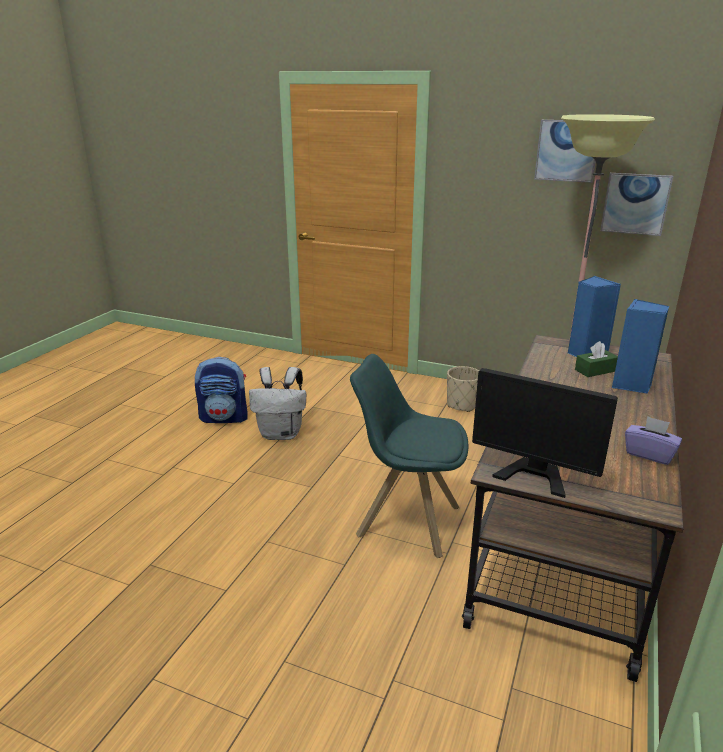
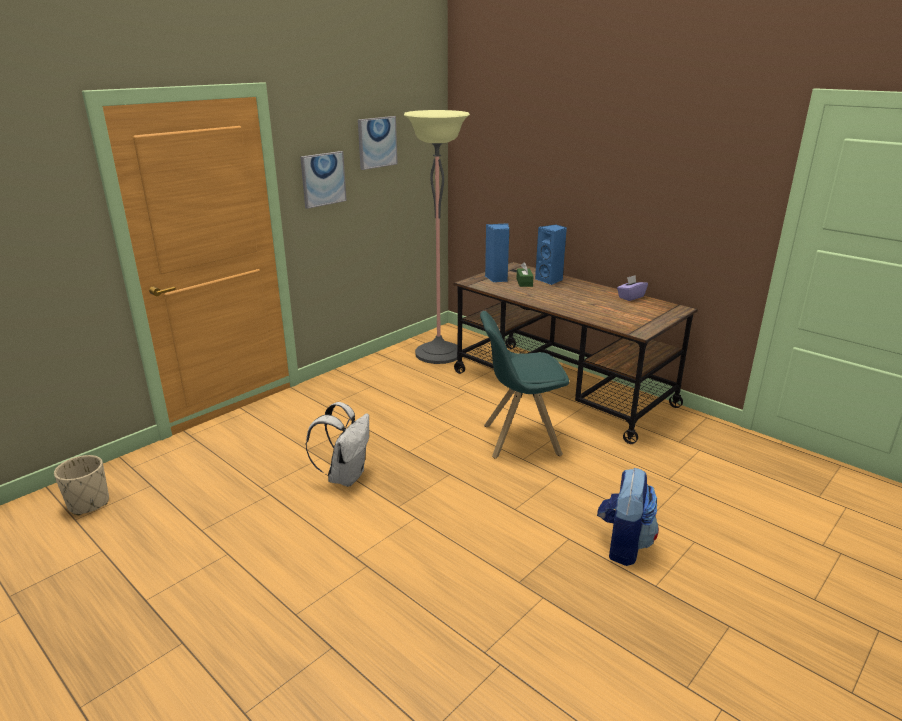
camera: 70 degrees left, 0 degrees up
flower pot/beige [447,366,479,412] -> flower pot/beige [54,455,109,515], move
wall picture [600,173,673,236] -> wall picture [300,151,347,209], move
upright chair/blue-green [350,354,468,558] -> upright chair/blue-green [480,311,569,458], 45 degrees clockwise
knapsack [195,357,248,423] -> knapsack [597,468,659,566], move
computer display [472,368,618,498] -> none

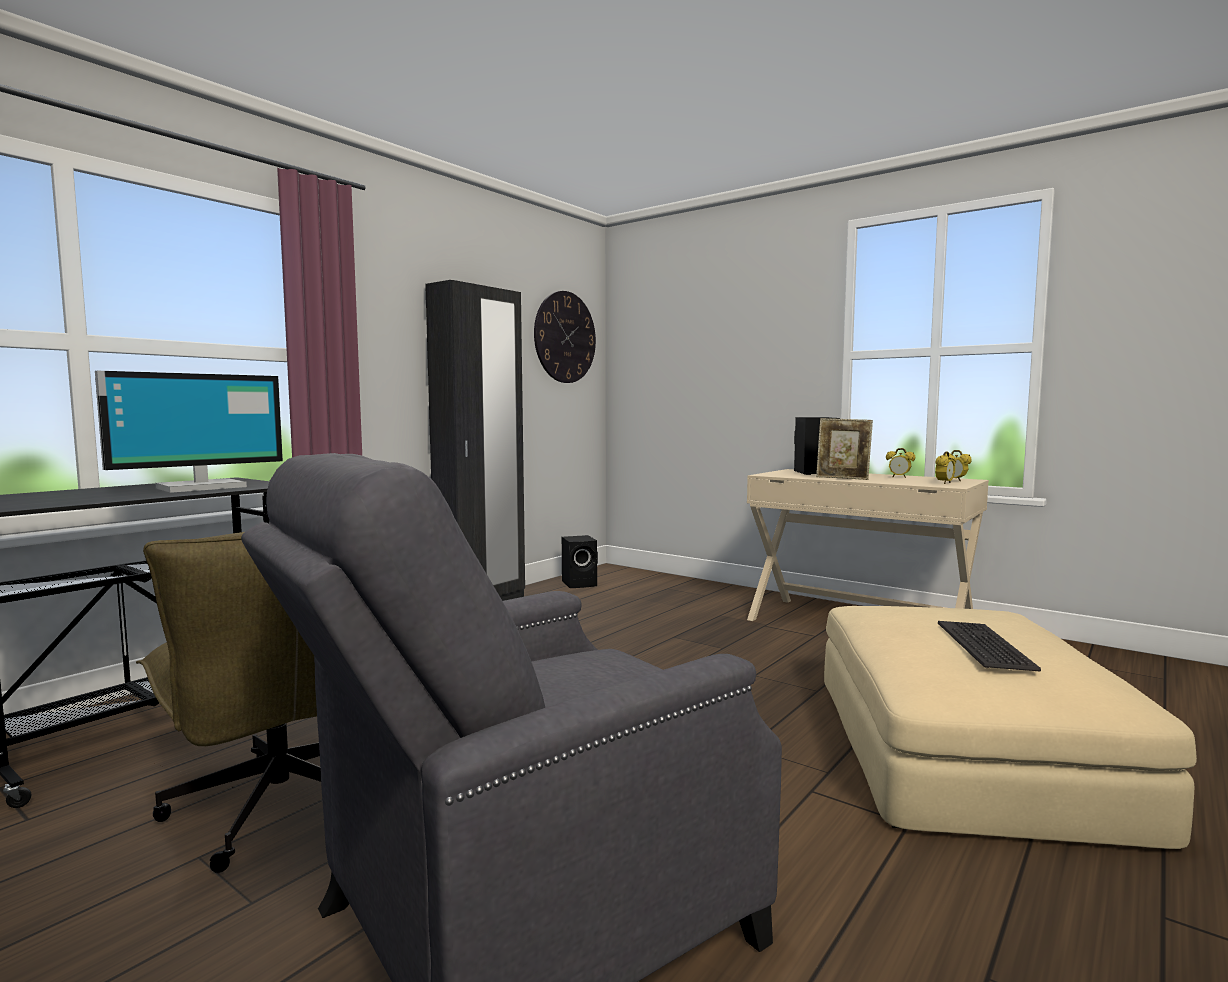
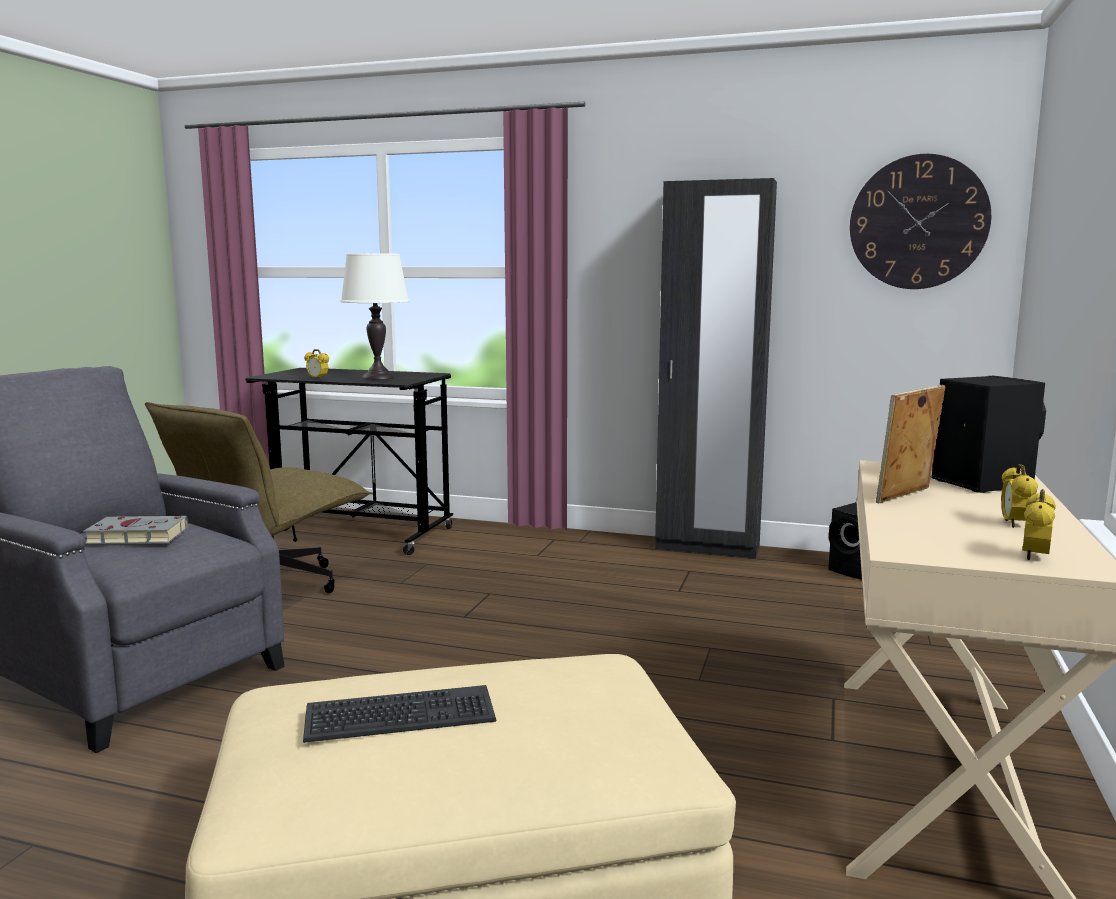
camera: 70 degrees right, 5 degrees up
none -> volume/grey [83,516,188,544]
bedside clock [935,451,956,484] -> bedside clock [304,349,329,380], move
computer display [95,371,283,493] -> lamp for a table/whitish [340,253,409,380]
picture frame [816,418,873,480] -> picture frame [876,385,945,503], 45 degrees clockwise

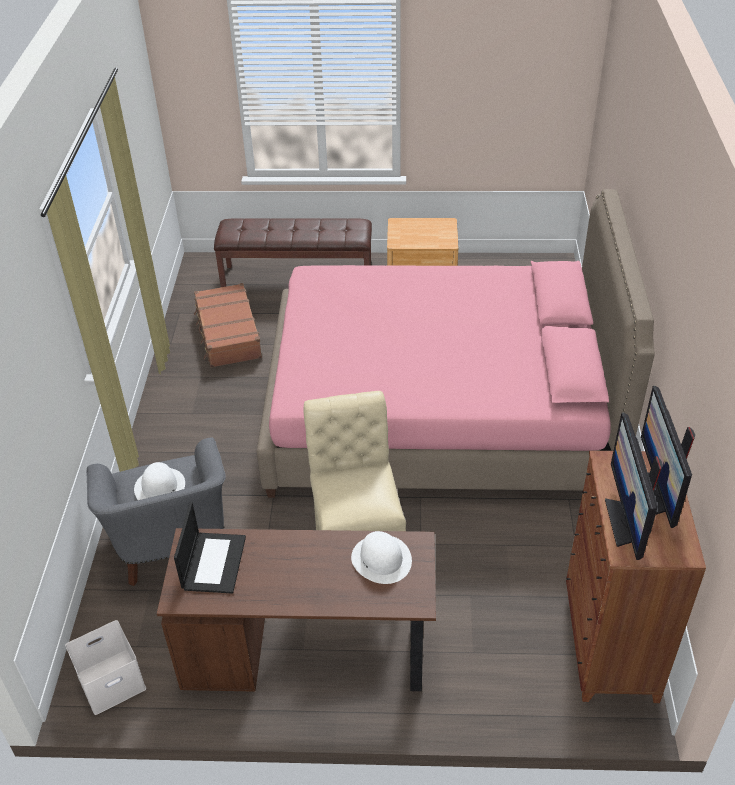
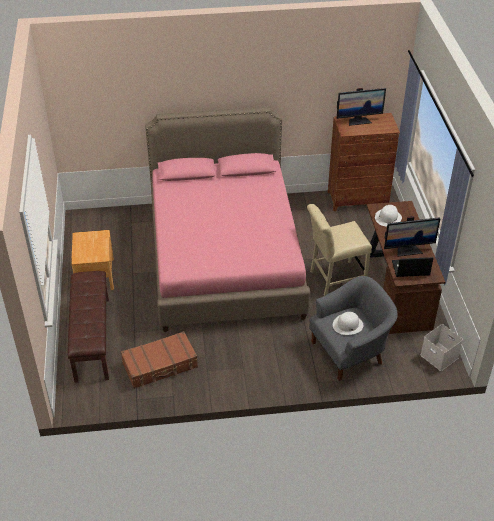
camera: 100 degrees left, 0 degrees up
computer display [605,413,663,560] -> computer display [384,216,441,256], move

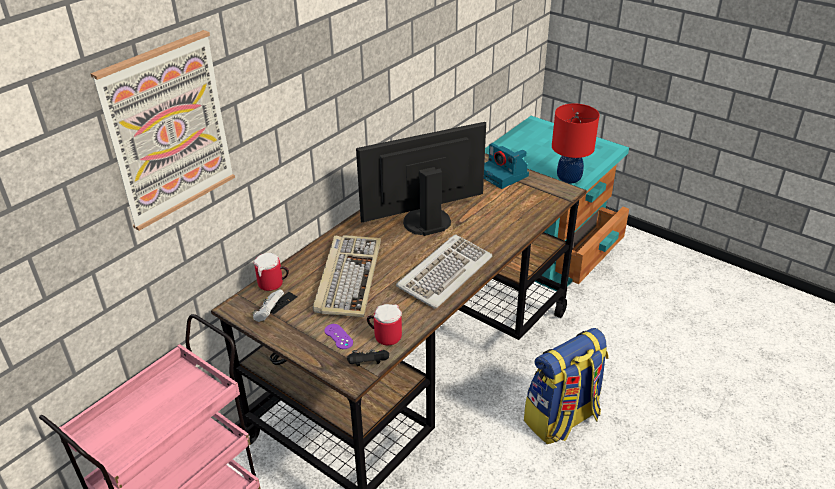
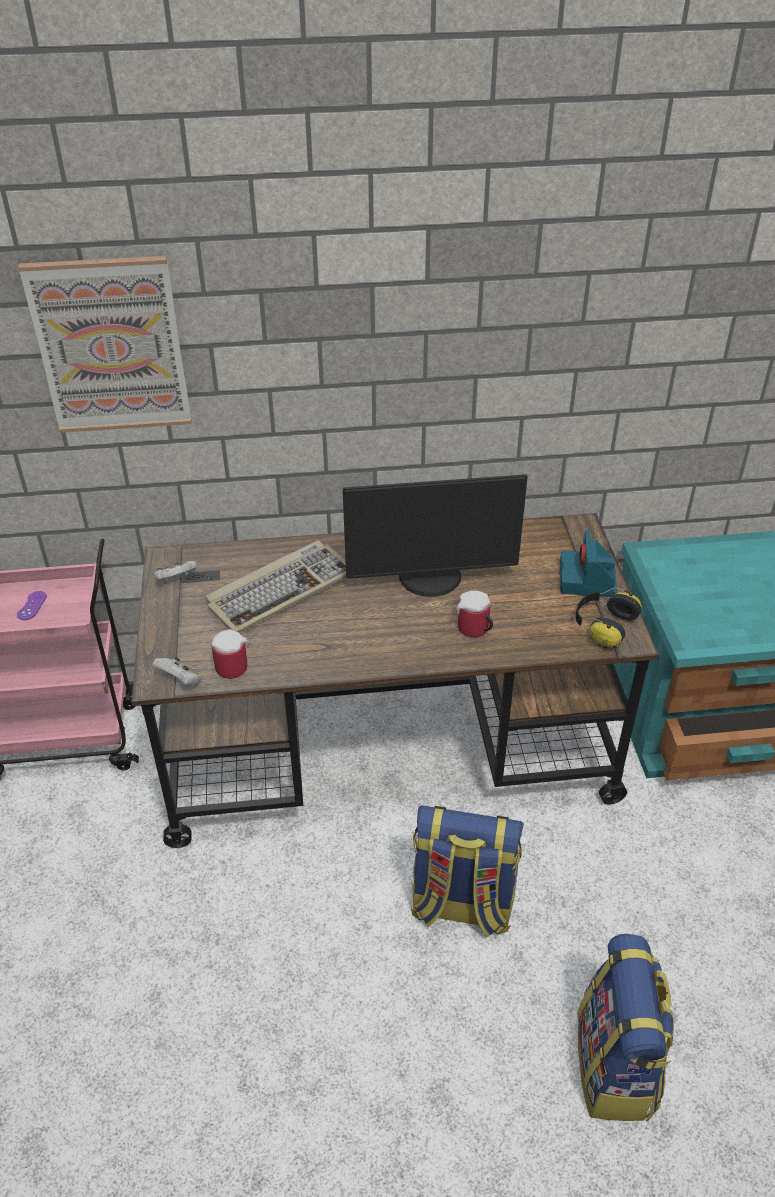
camera: 45 degrees right, 5 degrees up
joypad/purple-coloured [324,324,353,349] -> joypad/purple-coloured [17,591,47,620], move
joypad/black-coloured [347,350,389,366] -> joypad/whitish [153,657,201,686]
computer display [356,122,486,236] -> computer display [343,475,528,597], 150 degrees clockwise
mug [254,253,289,291] -> mug [456,590,493,637], move
none -> headset [576,587,642,648]
none -> knapsack [577,934,674,1121]
keyboard [396,234,492,309] -> none
lamp for a table/red [552,104,599,184] -> none

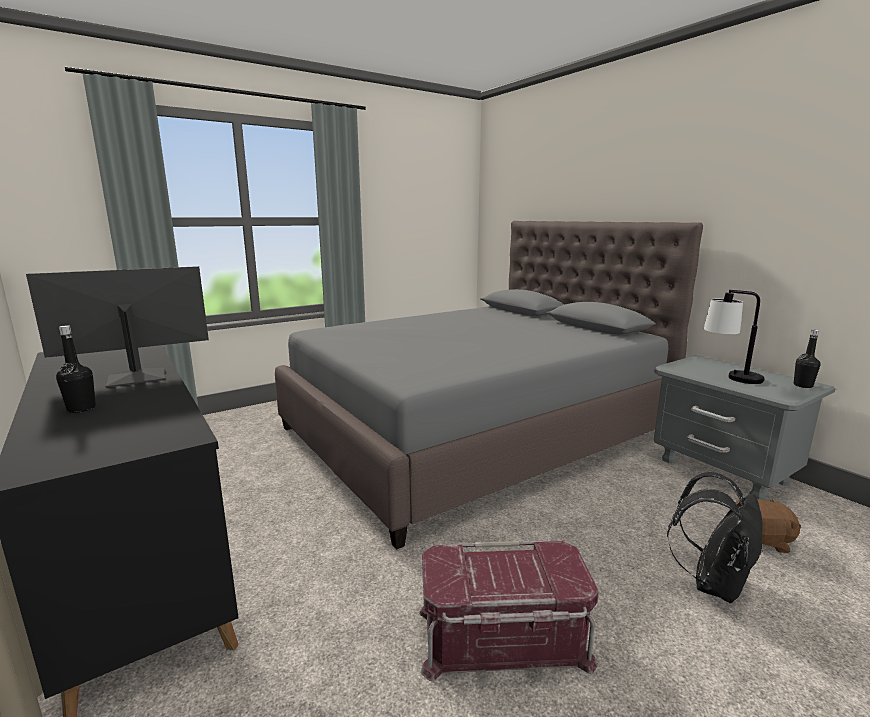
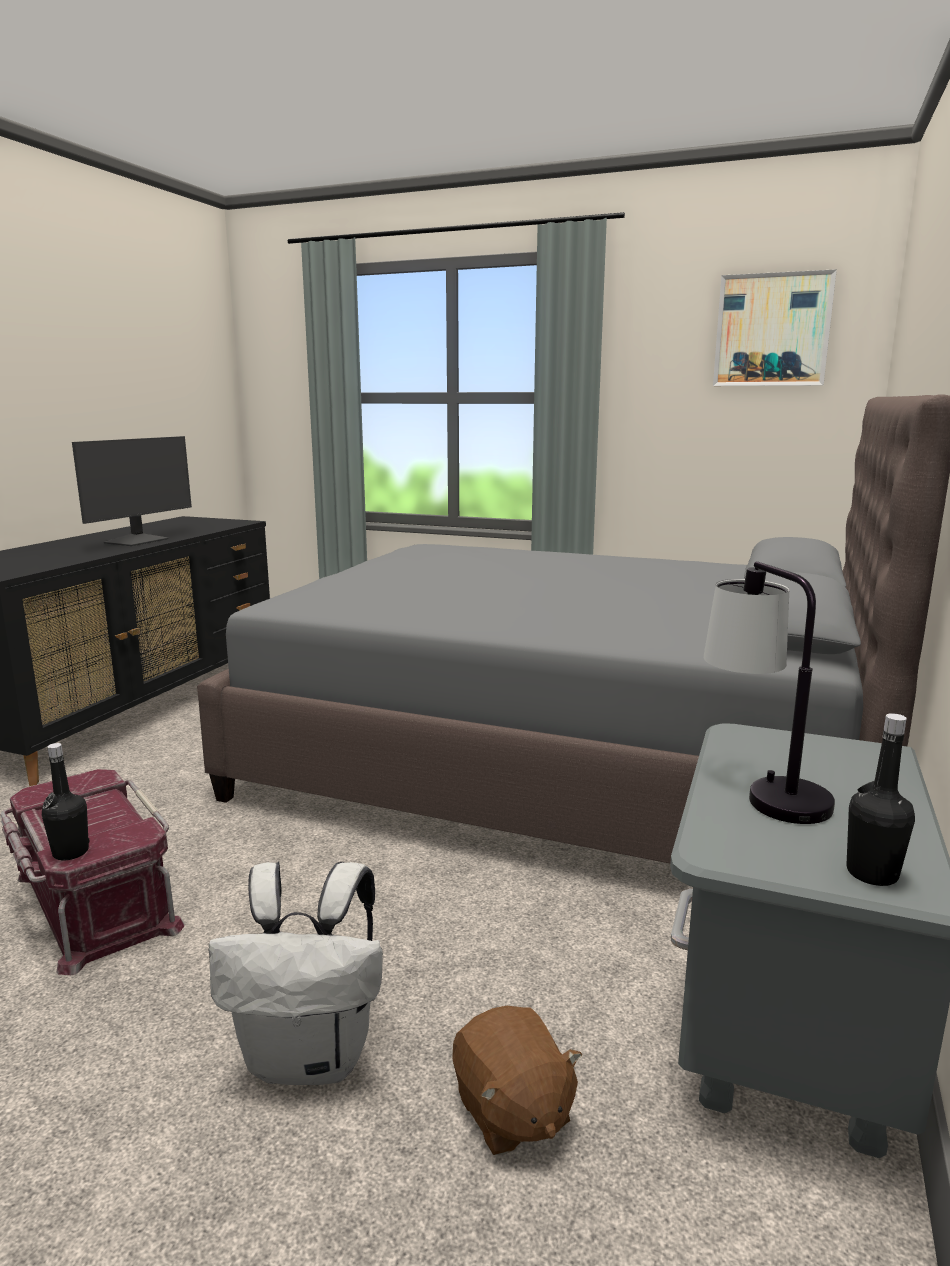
camera: 55 degrees right, 0 degrees up
drink bottle/black-coloured [56,325,96,413] -> drink bottle/black-coloured [42,743,89,860], move
computer display [26,266,209,388] -> computer display [72,436,192,546], 90 degrees clockwise
knapsack/black-coloured [667,472,763,603] -> knapsack/whitish [209,862,383,1085]
none -> wall picture [713,269,837,386]

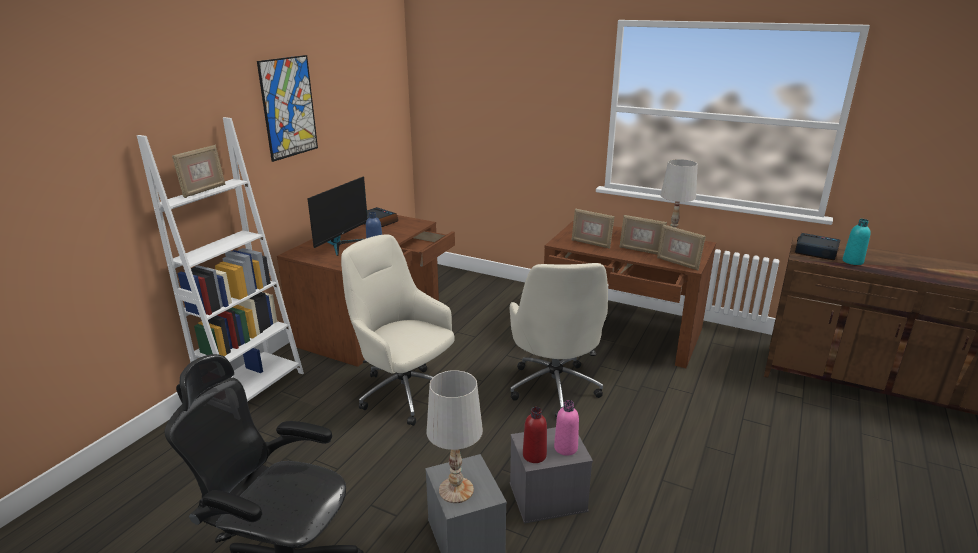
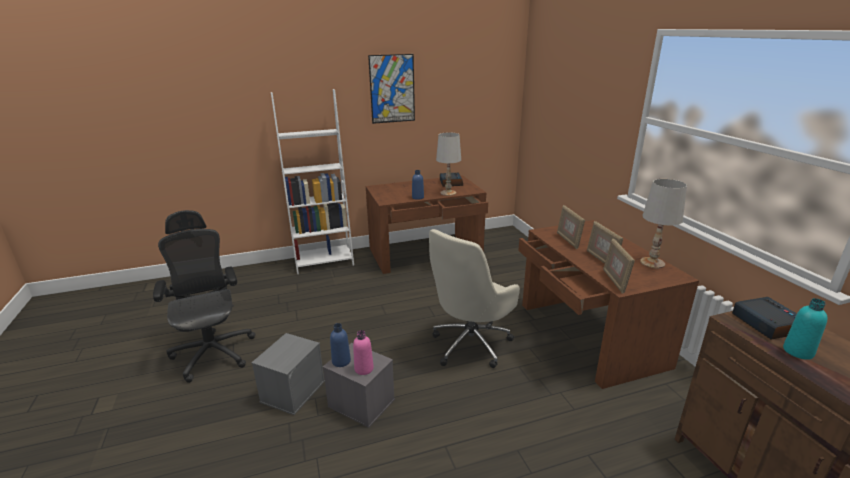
camera: 45 degrees right, 0 degrees up
drink bottle/red [523,407,547,463] -> drink bottle/blue [330,323,351,367]
lamp for a table/whitish [427,370,483,503] -> lamp for a table/whitish [436,132,461,196], move
picture frame [172,145,225,198] -> none
computer display [307,177,368,256] -> none
computer chair/beige [341,234,455,426] -> none

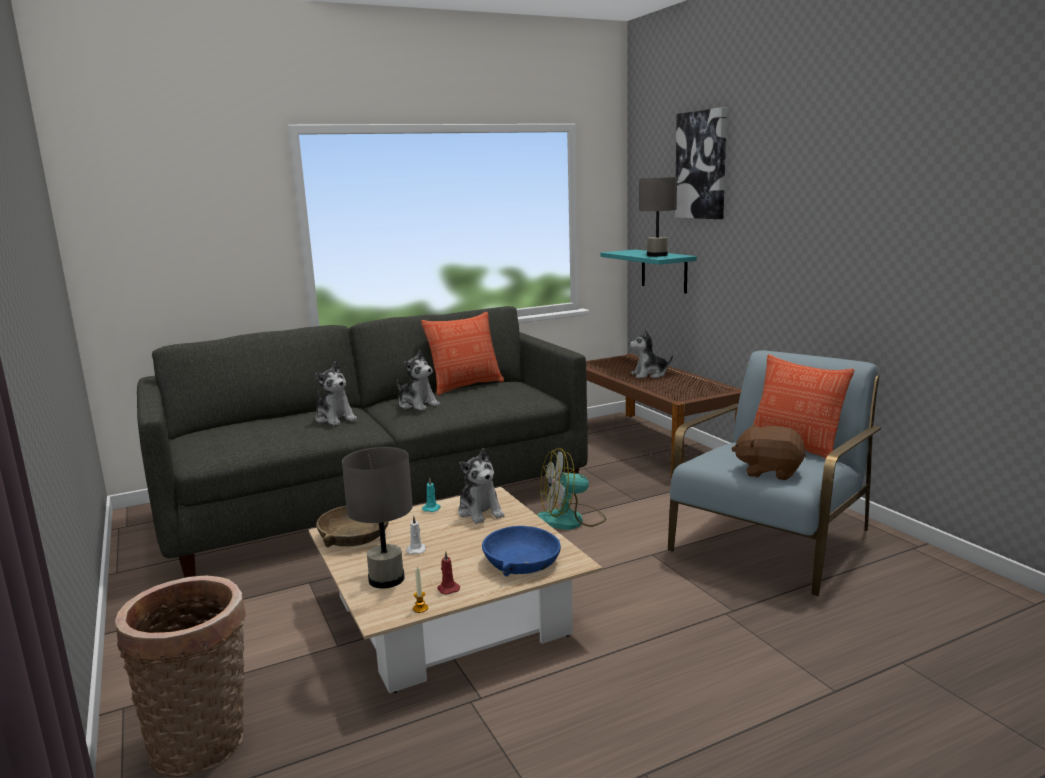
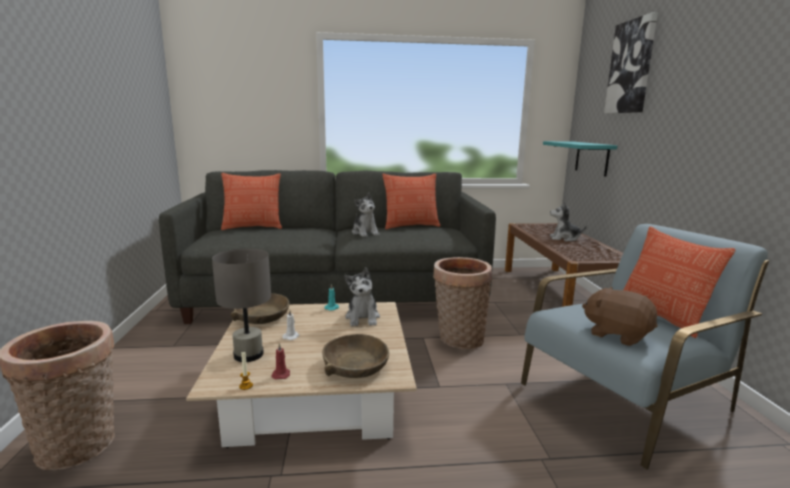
camera: 20 degrees right, 0 degrees up
none -> pillow/orange [221,173,282,230]
deep dish/blue [482,526,561,577] -> deep dish/brown [322,334,389,378]
fan [537,448,606,530] -> basket [433,257,492,349]
cuddly toy [315,362,357,426] -> none
lamp for a table/grey [639,177,677,257] -> none

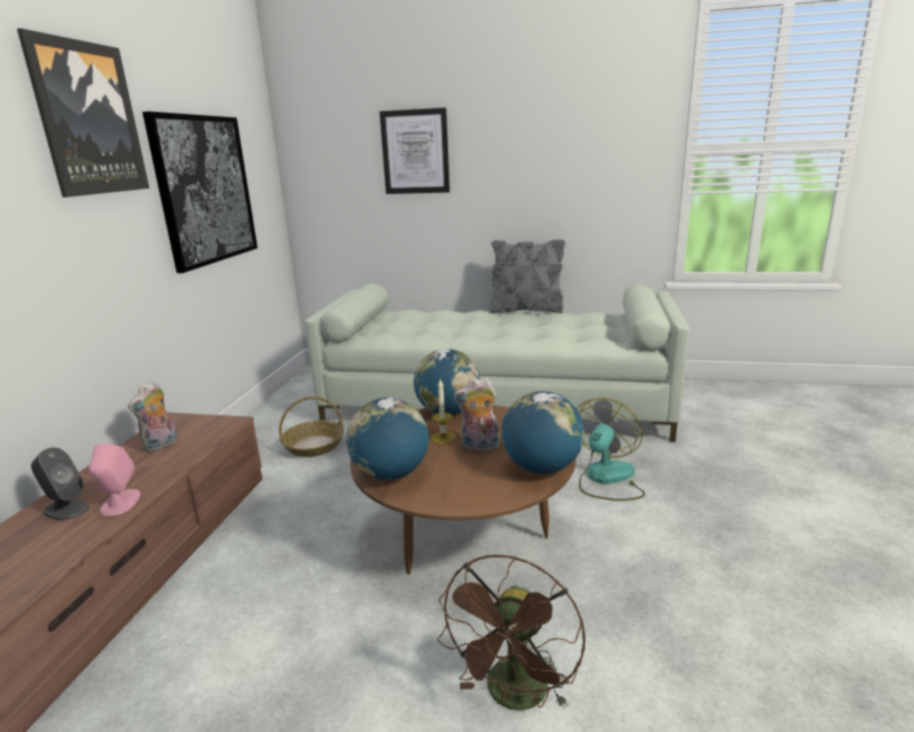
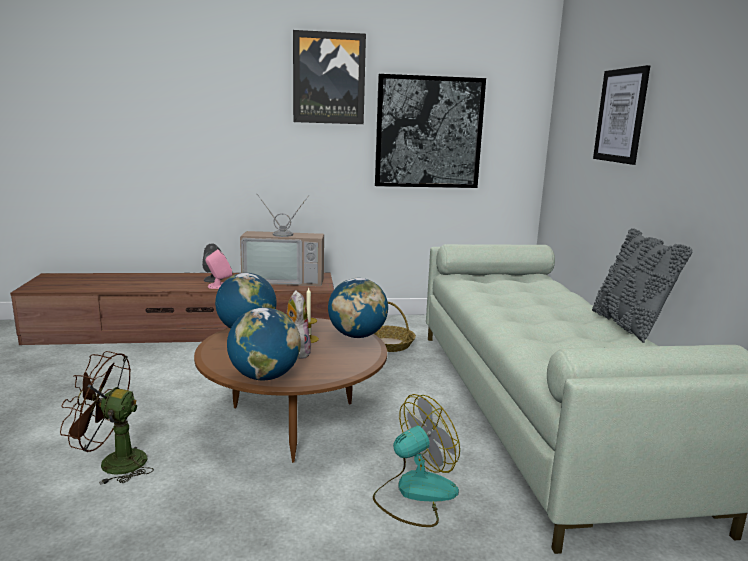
camera: 70 degrees right, 5 degrees down
cuddly toy [128,381,178,452] -> TV [240,194,324,286]
fan [577,398,645,501] -> fan [373,394,460,527], 45 degrees counterclockwise

